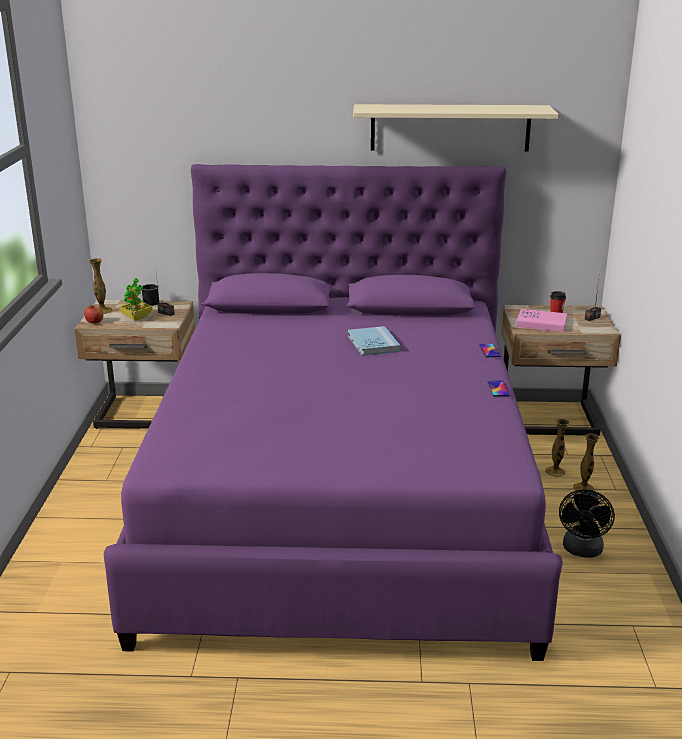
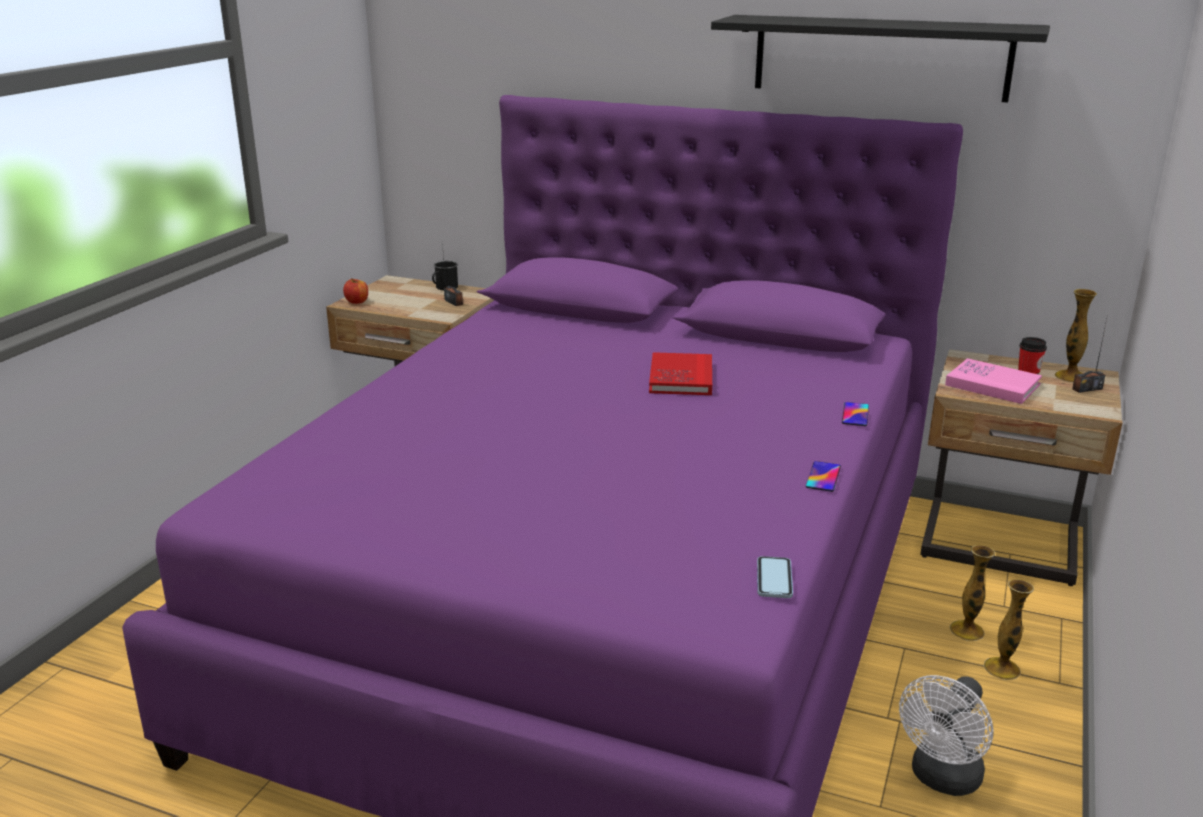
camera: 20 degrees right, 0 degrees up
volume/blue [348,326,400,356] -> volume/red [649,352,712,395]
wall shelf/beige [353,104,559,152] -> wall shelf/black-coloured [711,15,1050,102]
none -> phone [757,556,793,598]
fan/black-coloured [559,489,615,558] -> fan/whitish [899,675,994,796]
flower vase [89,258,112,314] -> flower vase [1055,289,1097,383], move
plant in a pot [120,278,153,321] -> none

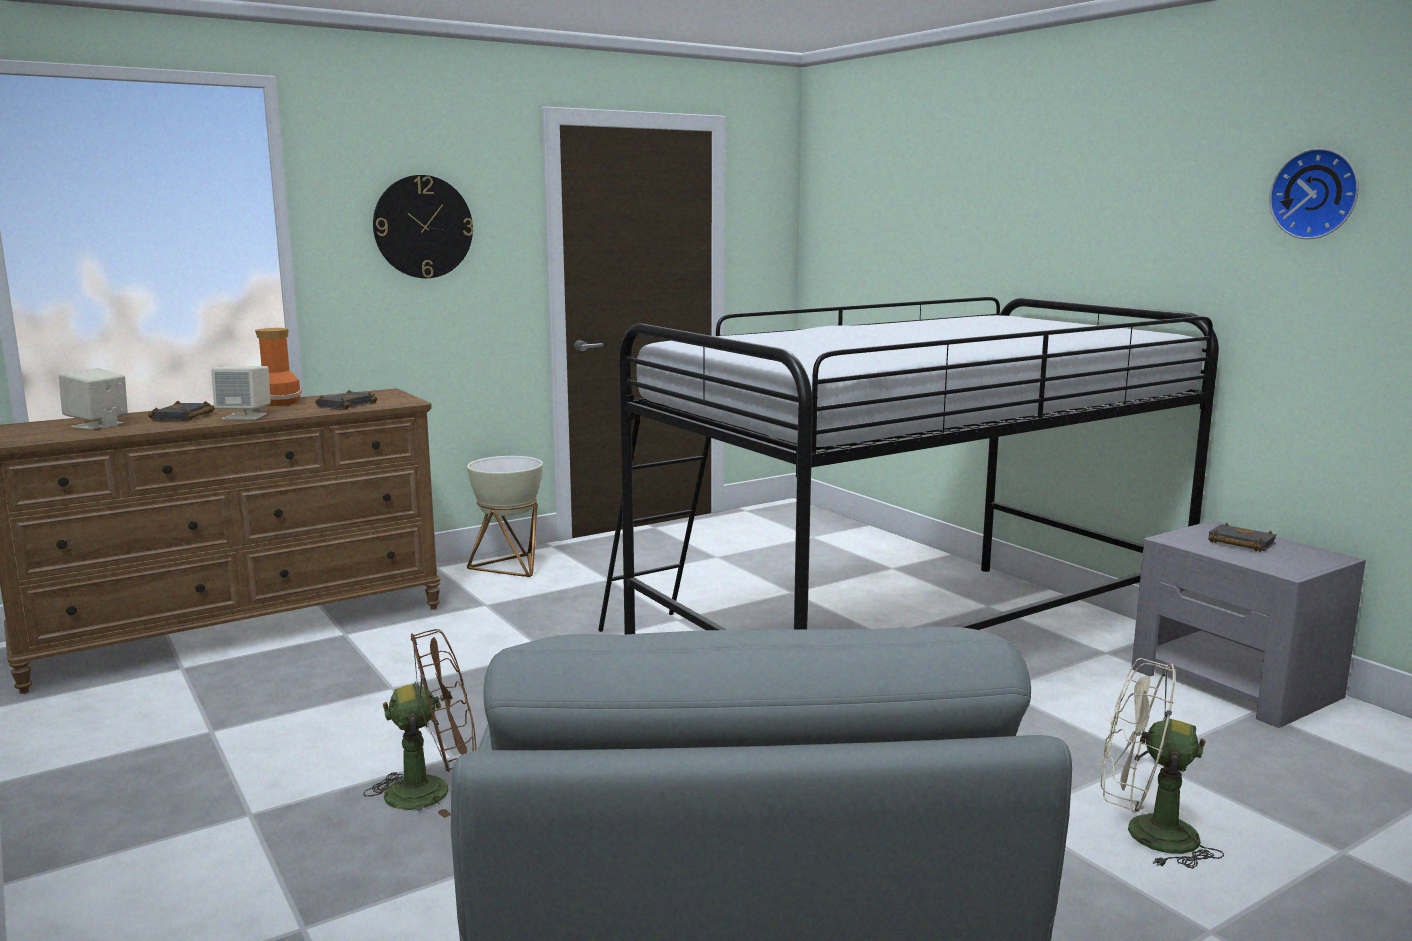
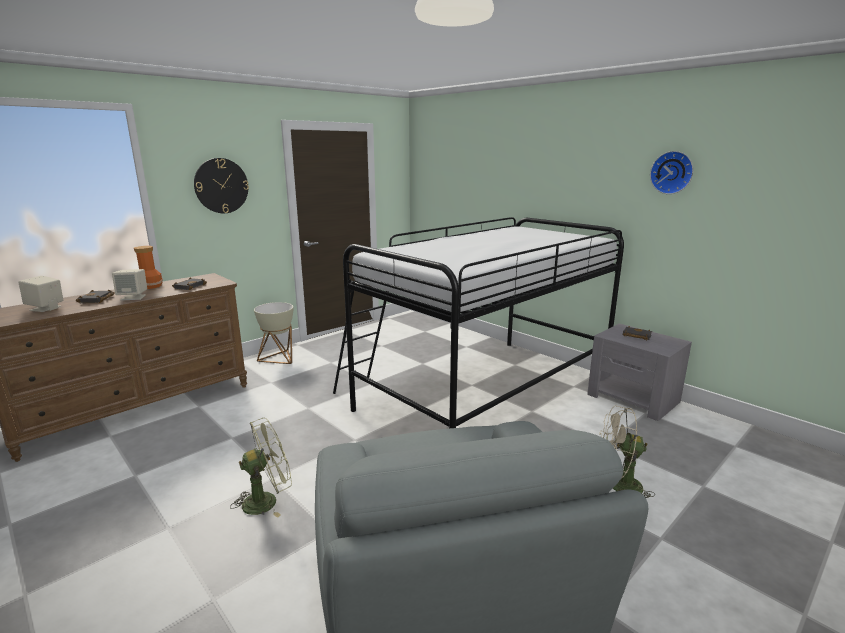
camera: 10 degrees left, 5 degrees up
fan/brown [363,629,477,818] -> fan/green-coloured [230,418,292,518]

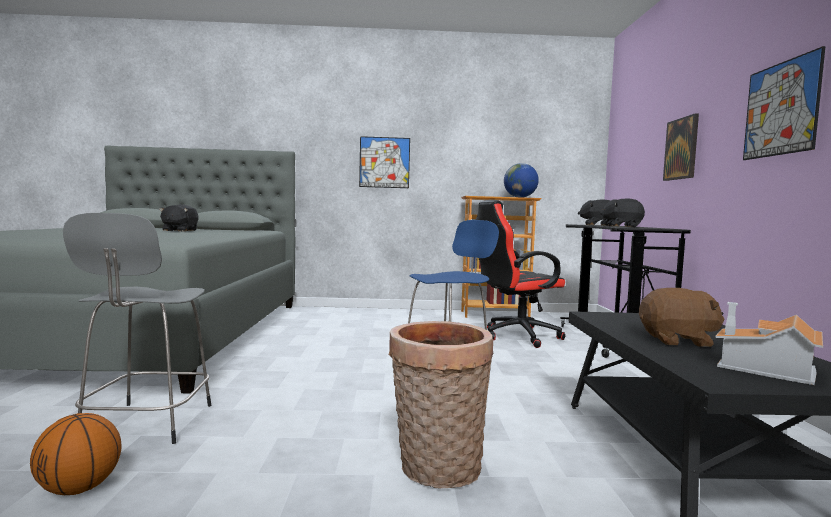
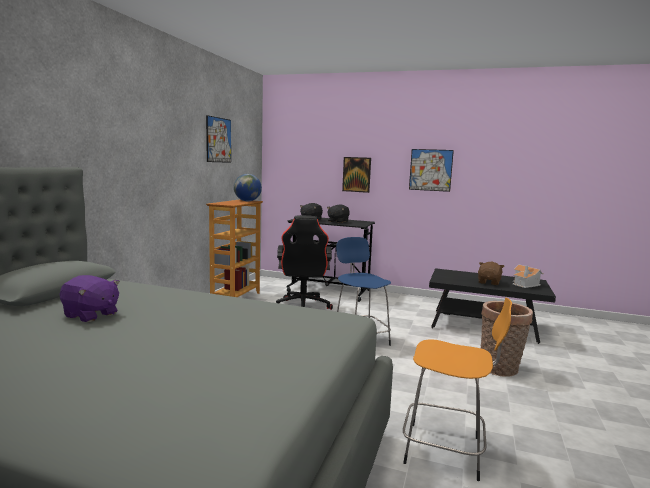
camera: 70 degrees left, 5 degrees up
cuddly toy/black-coloured [159,204,199,232] -> cuddly toy/purple-coloured [60,275,120,322]
wall picture [359,136,410,188] -> wall picture [206,115,231,163], move
stool seat/grey [63,213,211,444] -> stool seat/orange [403,297,512,481]
ball for basketball [30,413,122,495] -> none

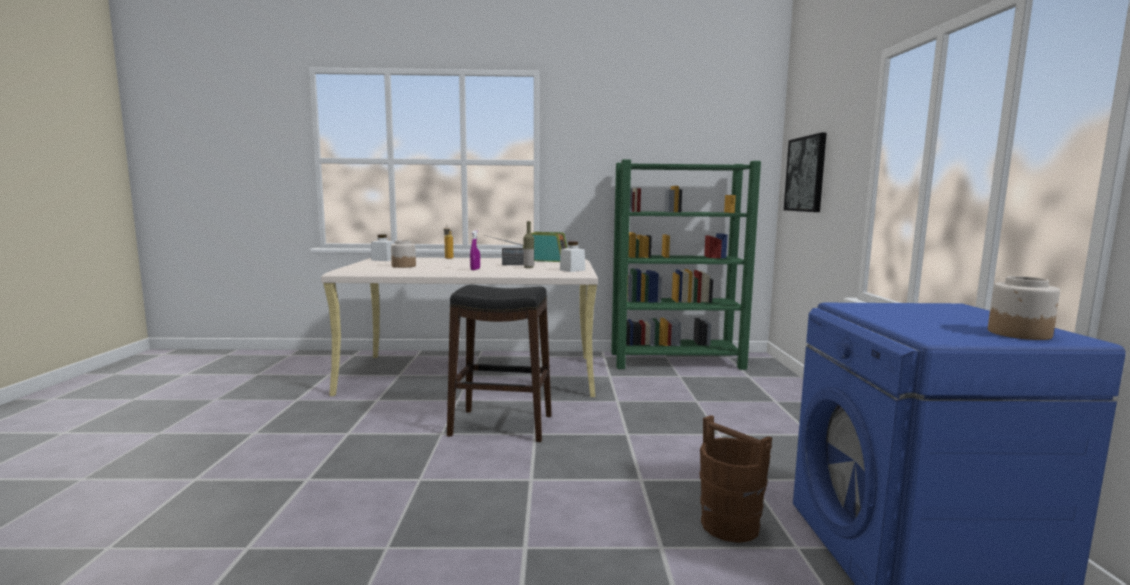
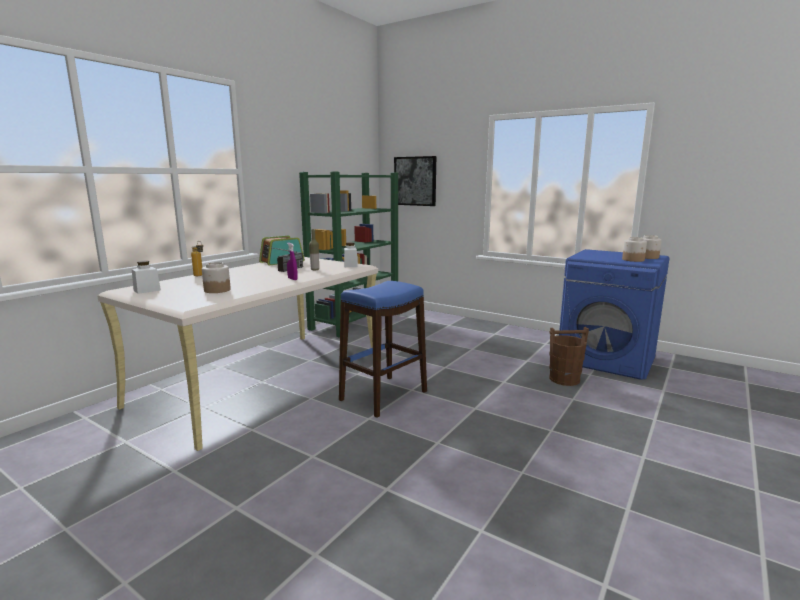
camera: 55 degrees left, 5 degrees up
stool seat/black-coloured [447,285,551,442] -> stool seat/blue [339,281,427,418]
none -> storage jar [622,237,647,262]

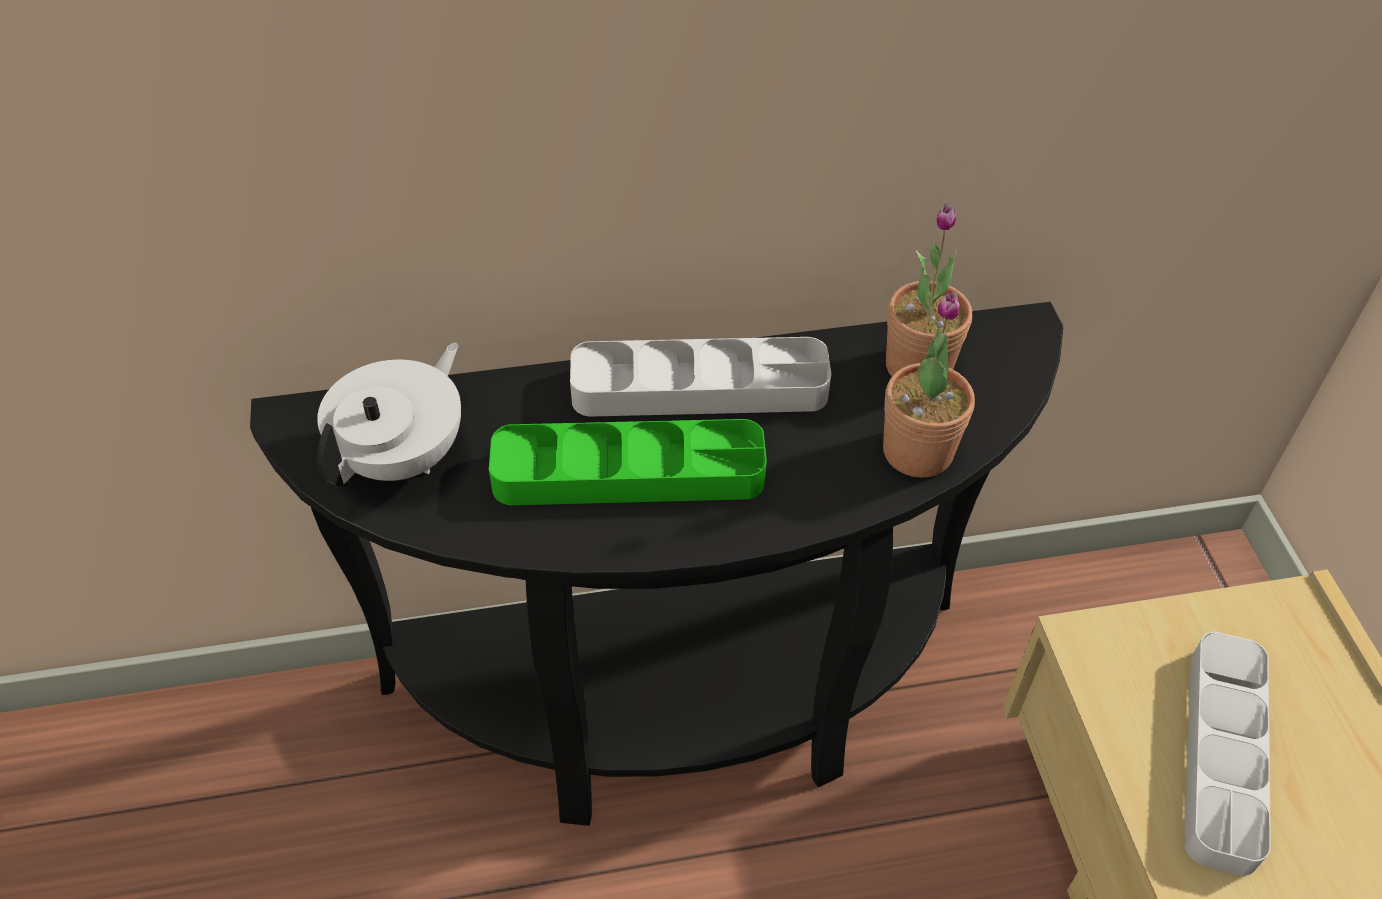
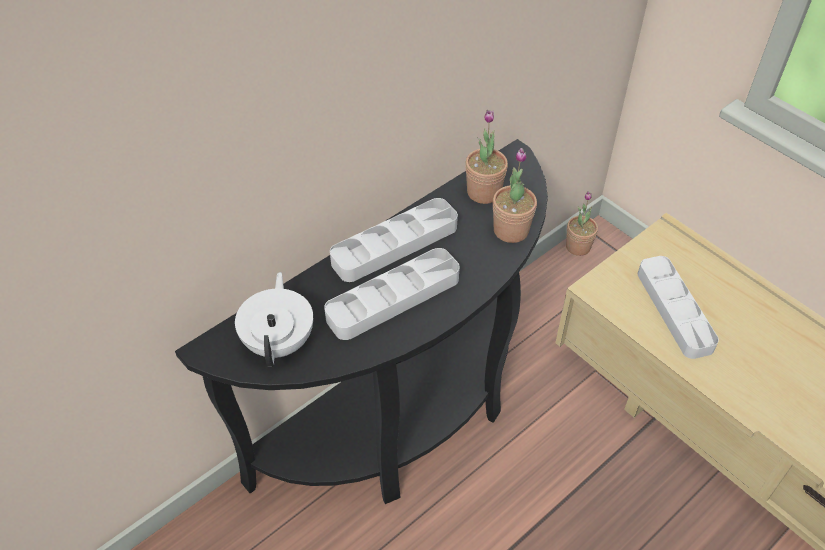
camera: 30 degrees left, 0 degrees up
carrying tray/green-coloured [489,419,767,505] -> carrying tray/grey [324,248,460,340]
none -> plant in a pot [566,191,598,256]

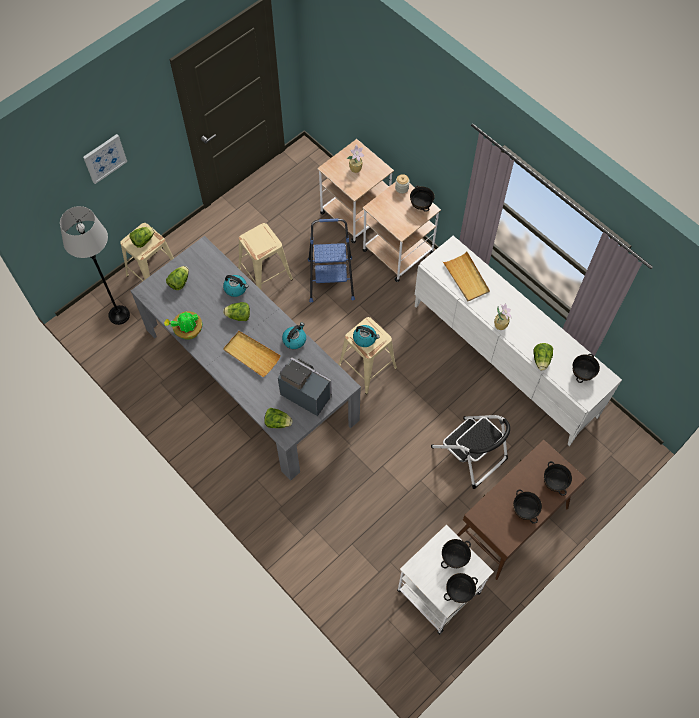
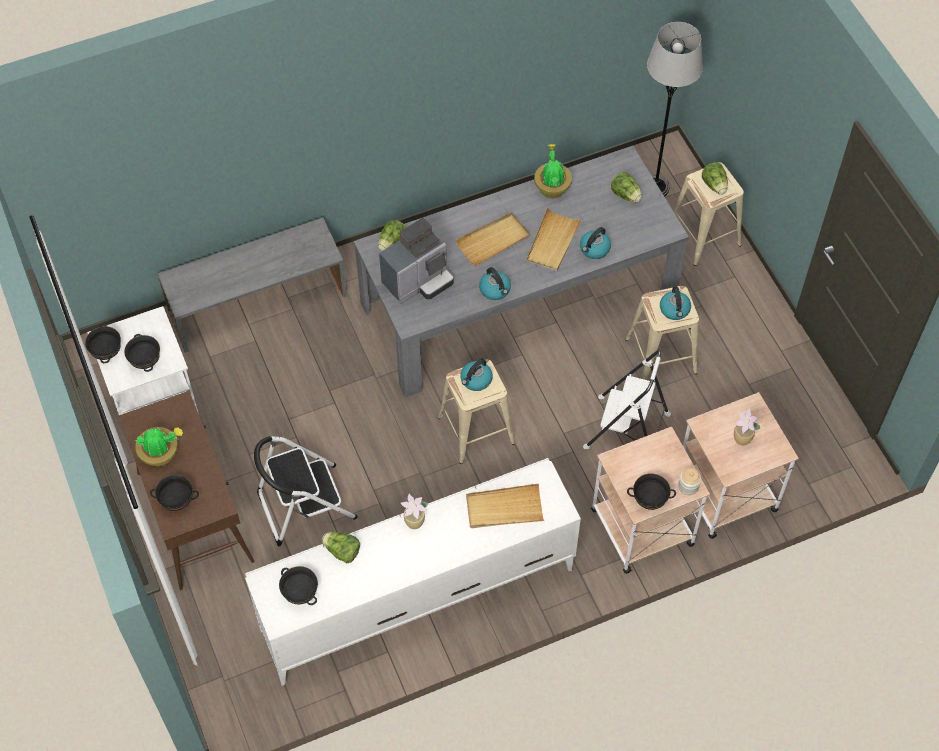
camera: 110 degrees right, 5 degrees down
deep dish/black-coloured [513,489,542,524] -> plant in a pot [135,427,183,467]
none -> indoor bench/grey [157,218,347,353]
lettuce head [223,302,250,321] -> carrying tray/beige [526,208,582,271]
step stool/blue [308,219,355,302] -> step stool/whitish [583,350,671,449]
none -> kettle [660,287,691,320]
wall picture [83,134,127,184] -> none

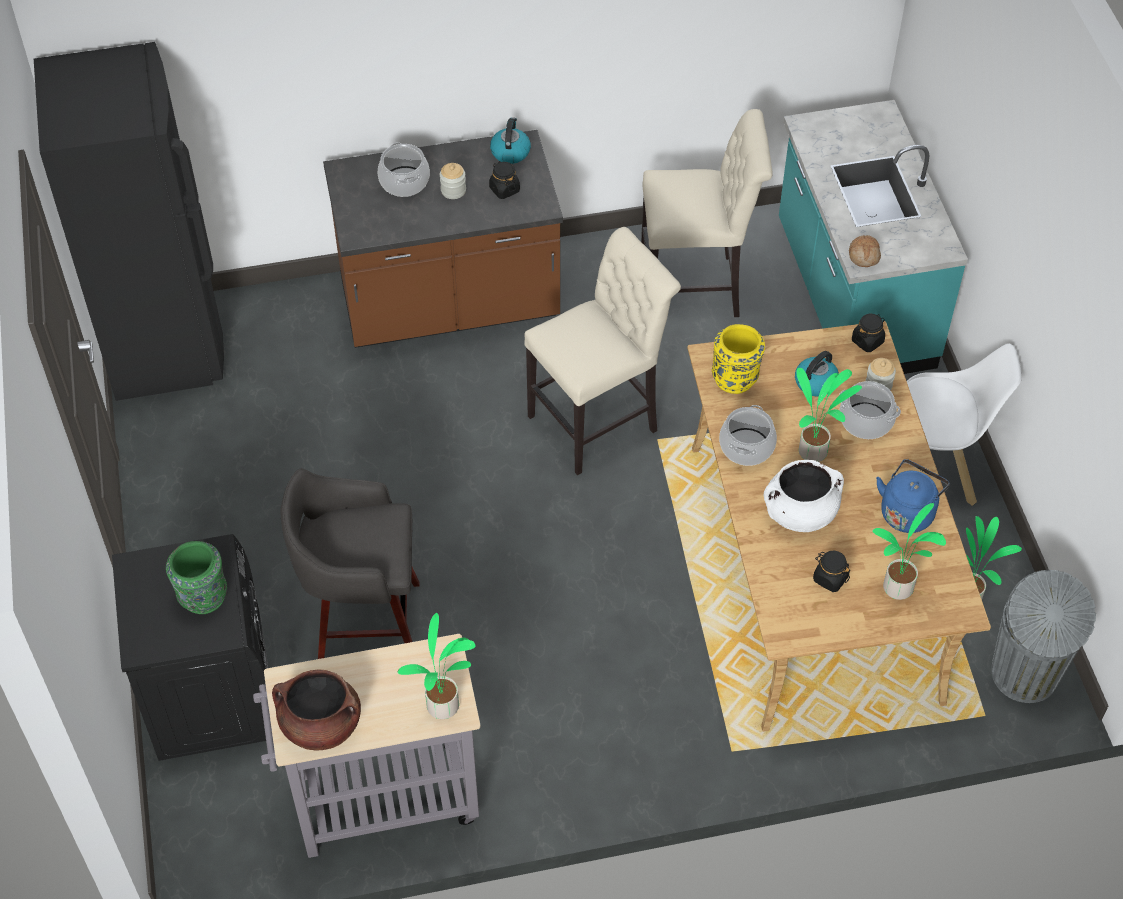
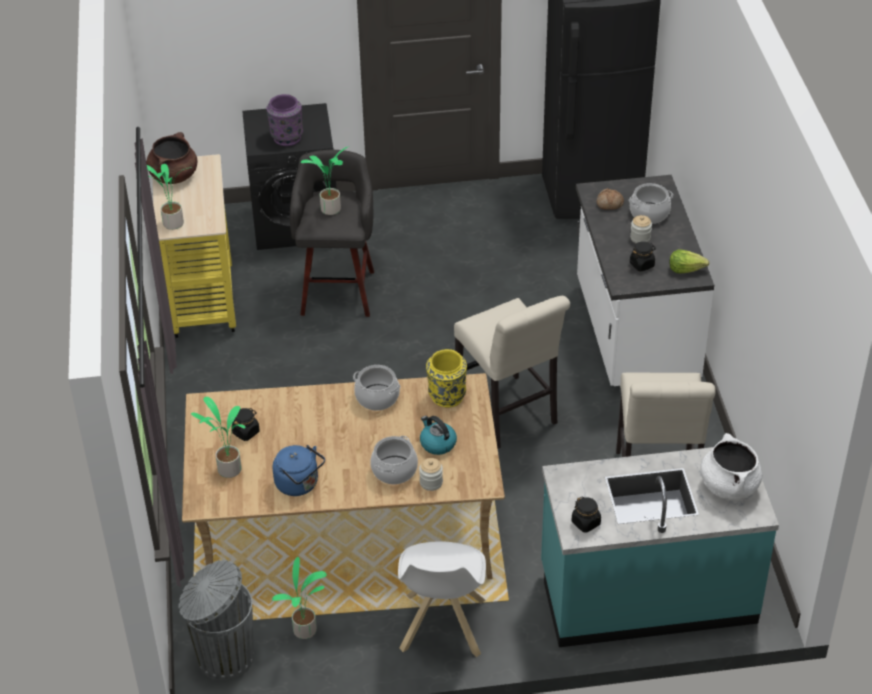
camera: 95 degrees right, 10 degrees down
wheeled cart/grey [253,634,481,858] -> wheeled cart/yellow [153,154,236,338]
flower vase/green-coloured [166,541,227,614] -> flower vase/purple-coloured [266,94,303,146]
plant in a pot [796,368,862,462] -> plant in a pot [301,146,350,215], move
storage jar/black-coloured [852,314,885,352] -> storage jar/black-coloured [572,497,601,533], move
kitchen counter/brown [323,130,563,348] -> kitchen counter/whitish [576,175,714,386]
bread [849,235,881,267] -> bread [597,188,624,210], move
kettle [490,117,531,164] -> lettuce head [670,249,709,273]
cooking pot/whitish [764,460,844,532] -> cooking pot/whitish [700,433,762,500], move

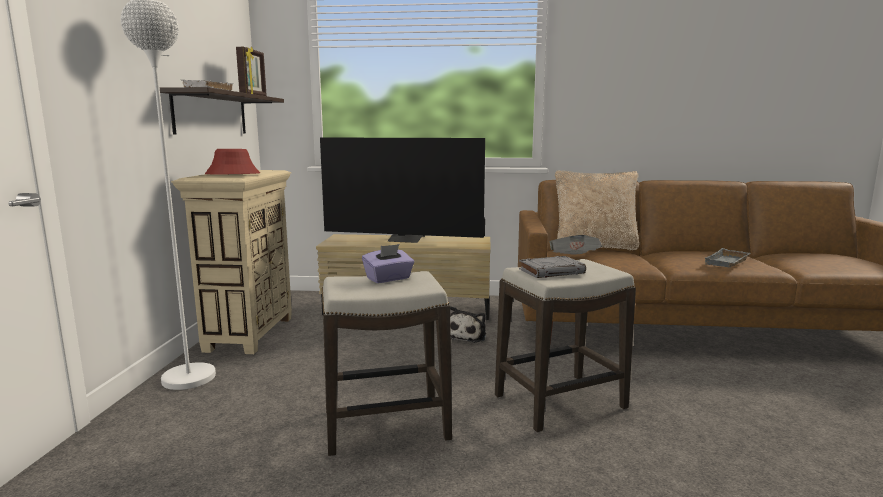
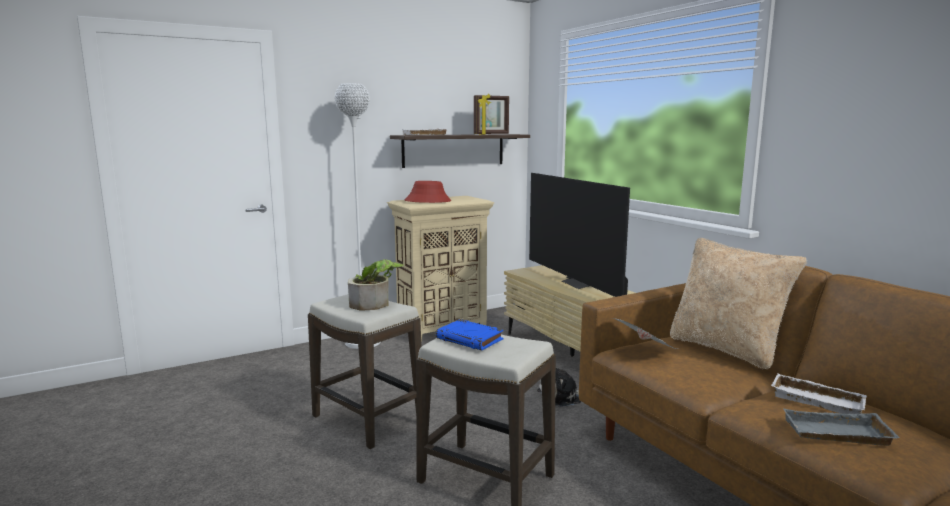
camera: 55 degrees right, 0 degrees up
tissue box/purple-coloured [362,244,414,283] -> plant in a pot [348,259,404,311]
volume/grey [519,256,586,278] -> volume/blue [436,319,504,350]
none -> carrying tray/whitish [771,373,867,414]

